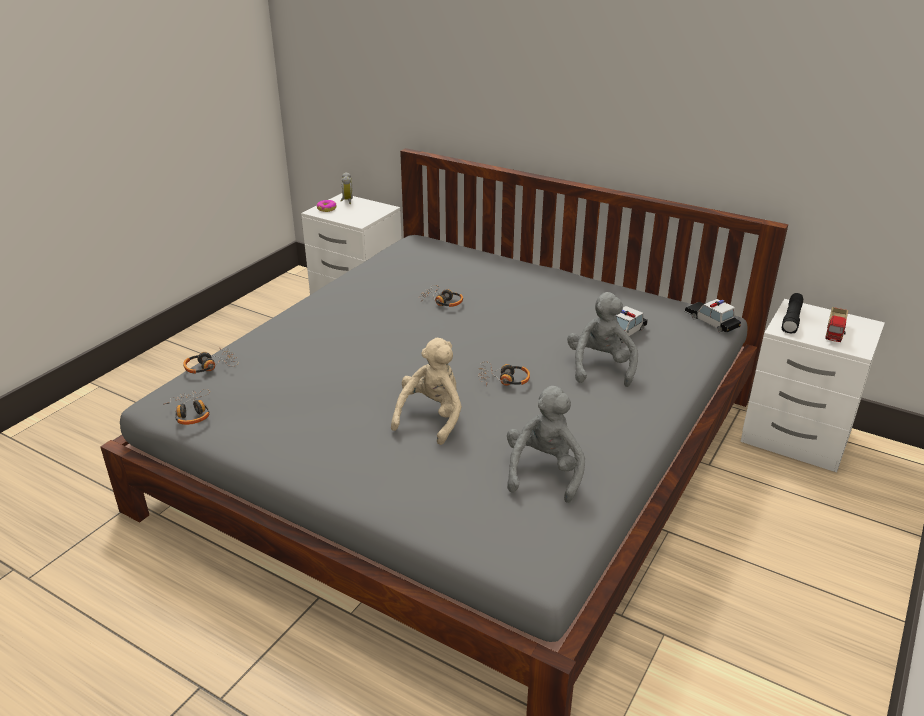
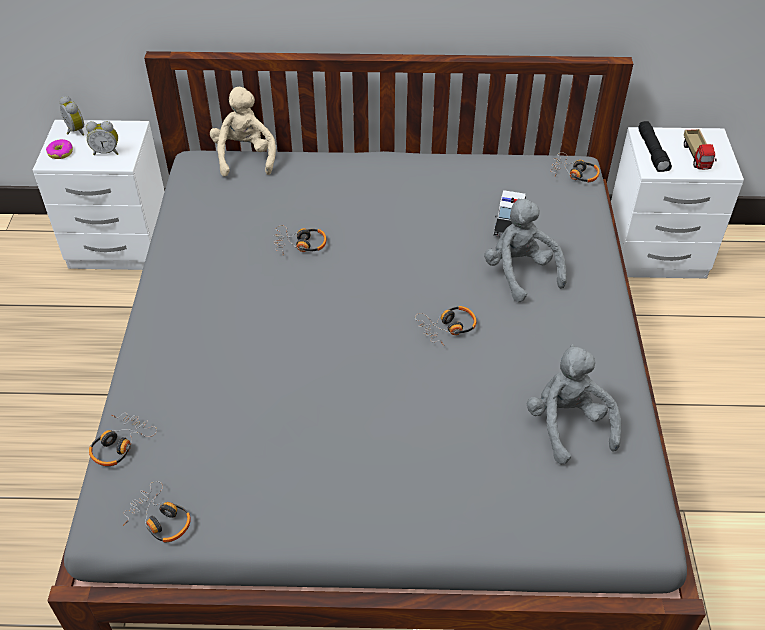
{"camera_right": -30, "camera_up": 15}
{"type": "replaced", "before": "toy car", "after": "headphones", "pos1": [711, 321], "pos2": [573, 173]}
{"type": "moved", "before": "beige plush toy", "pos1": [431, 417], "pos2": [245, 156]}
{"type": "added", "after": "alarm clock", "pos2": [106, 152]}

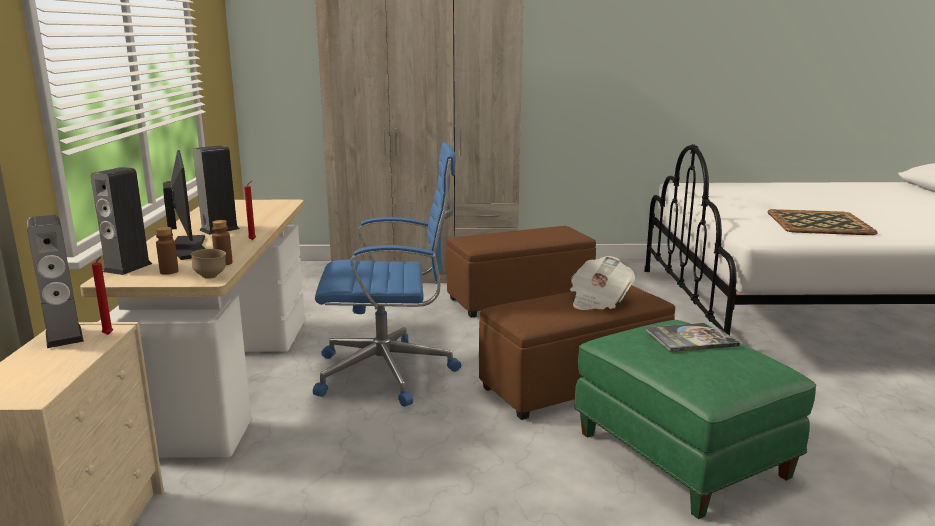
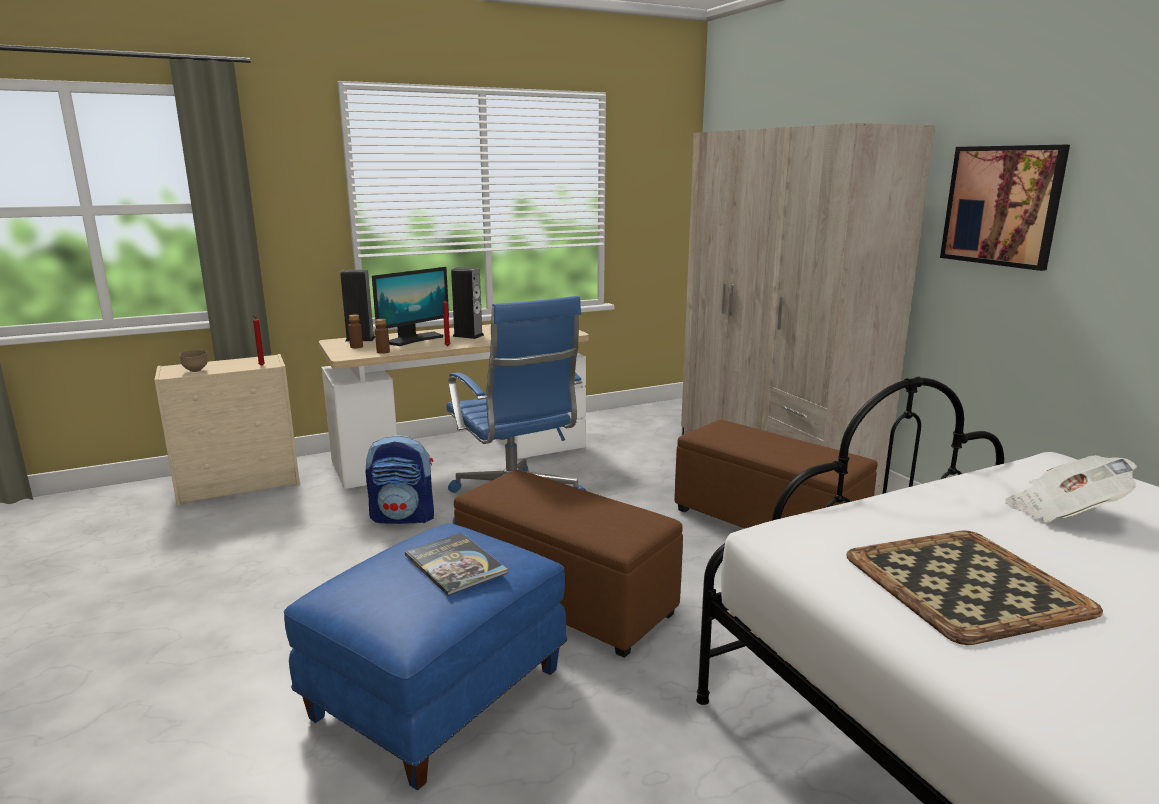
{"camera_right": 65, "camera_up": 0}
{"type": "removed", "before": "speaker", "pos1": [64, 336]}
{"type": "moved", "before": "brown bowl", "pos1": [211, 277], "pos2": [196, 371]}
{"type": "moved", "before": "newspaper", "pos1": [598, 301], "pos2": [1063, 512]}
{"type": "recoloured", "before": "green ottoman", "after": "blue ottoman", "pos1": [679, 454], "pos2": [438, 691]}
{"type": "added", "after": "picture", "pos2": [1002, 206]}
{"type": "added", "after": "backpack", "pos2": [404, 517]}

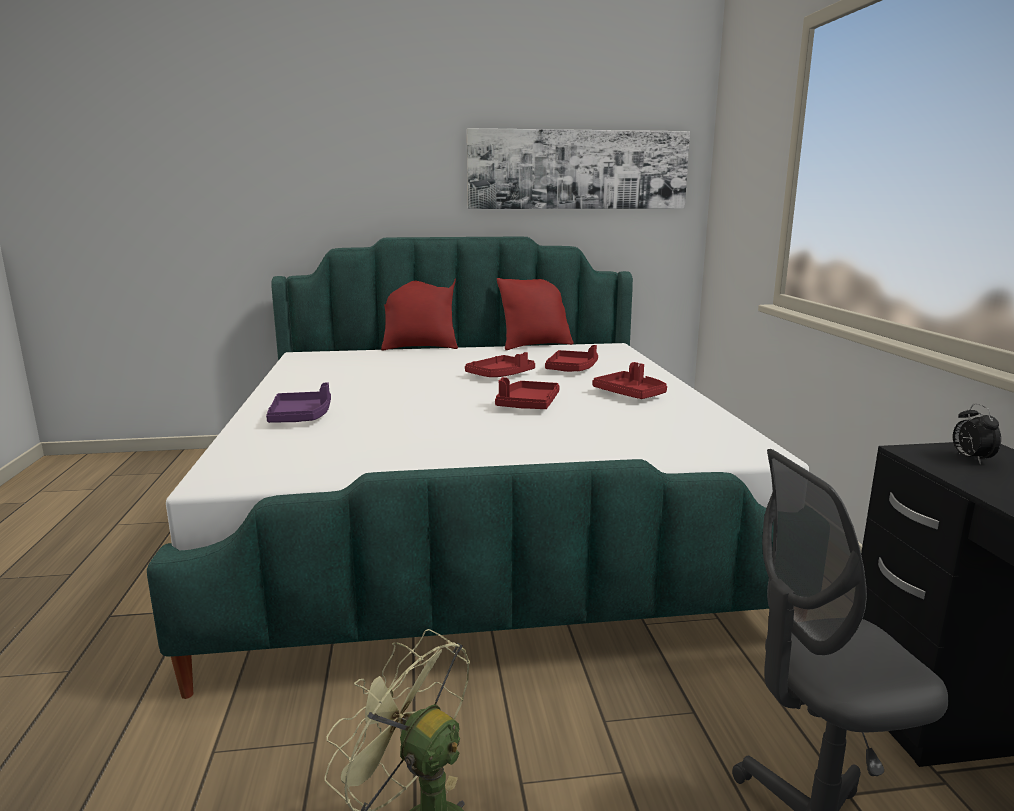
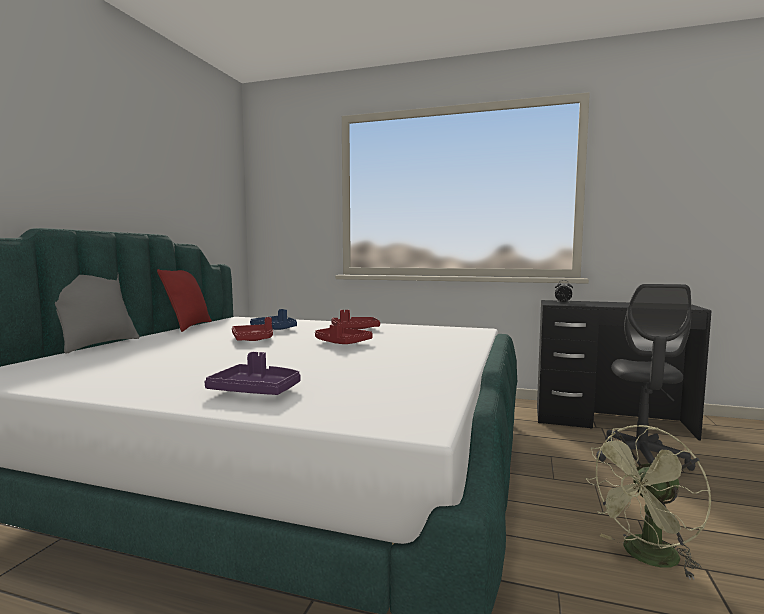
{"camera_right": -65, "camera_up": -10}
{"type": "removed", "before": "picture", "pos1": [578, 170]}
{"type": "recoloured", "before": "red pillow", "after": "grey pillow", "pos1": [420, 347], "pos2": [97, 344]}
{"type": "recoloured", "before": "red tray", "after": "blue tray", "pos1": [572, 369], "pos2": [275, 329]}

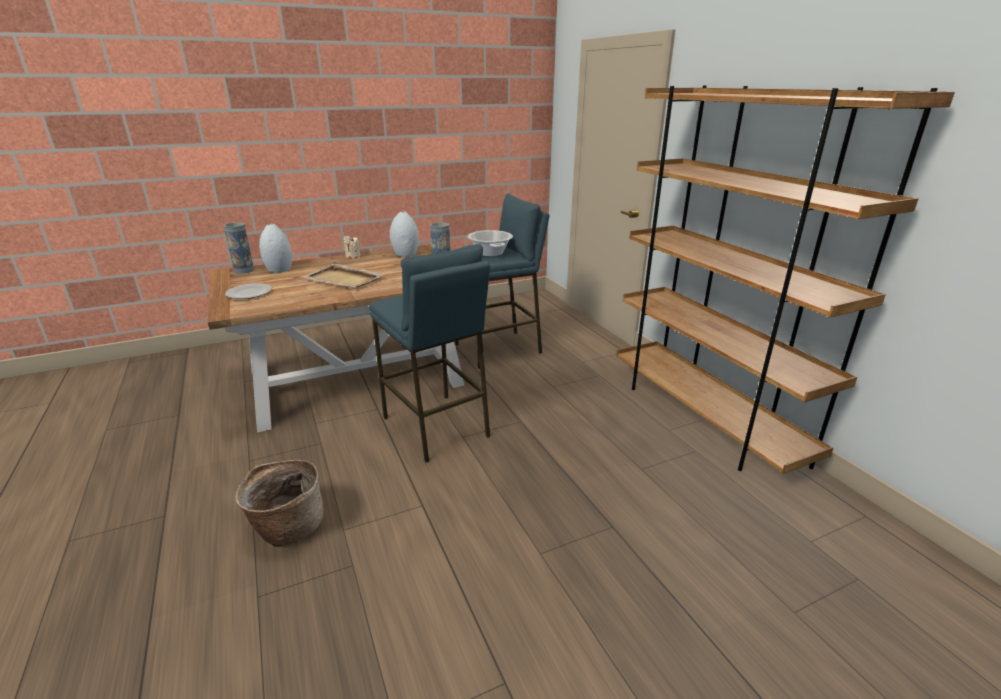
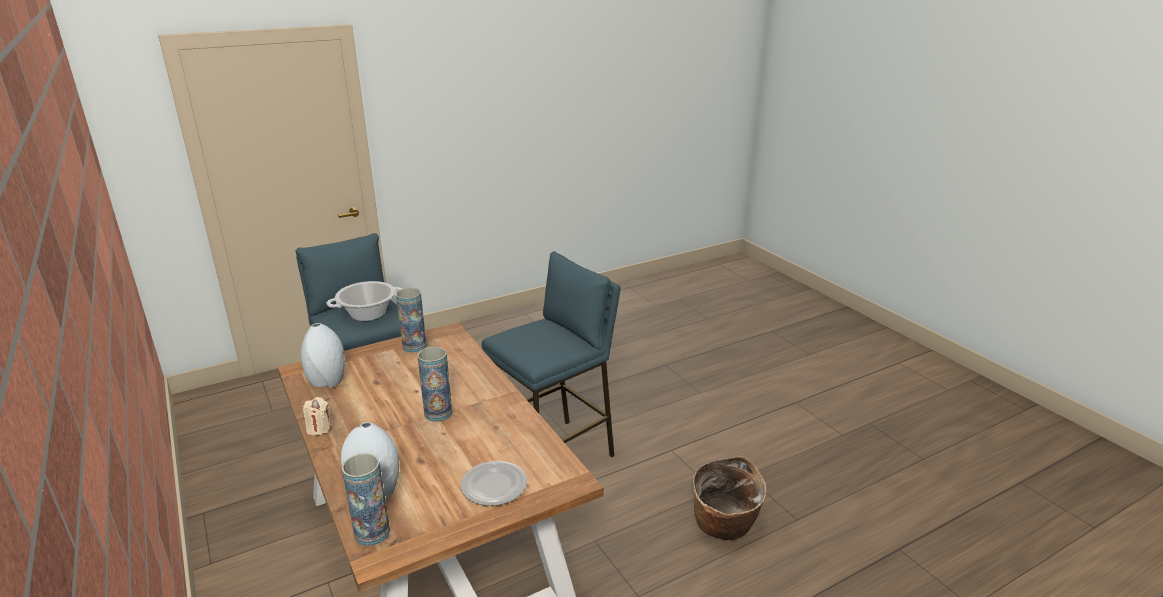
{"camera_right": -95, "camera_up": 0}
{"type": "removed", "before": "brown bookcase", "pos1": [704, 418]}
{"type": "replaced", "before": "beige tray", "after": "vase", "pos1": [344, 279], "pos2": [438, 413]}

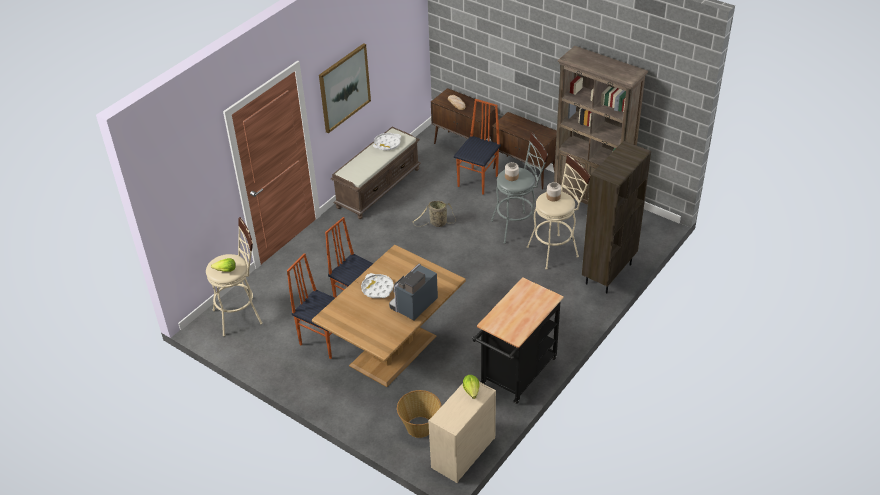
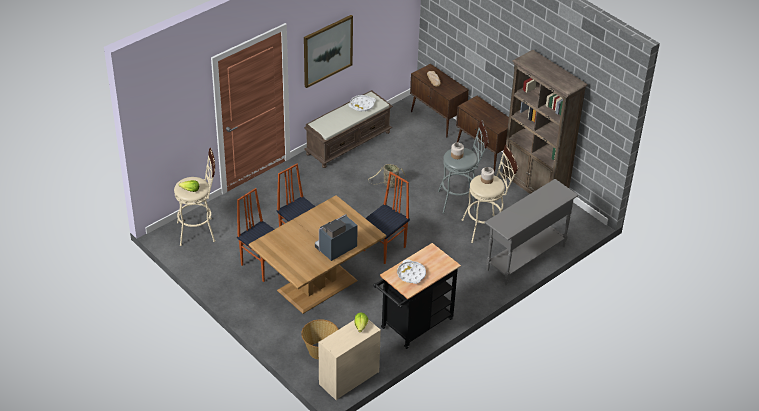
{"camera_right": 10, "camera_up": 0}
{"type": "moved", "before": "chair", "pos1": [478, 181], "pos2": [385, 249]}
{"type": "replaced", "before": "brown bookcase", "after": "grey console table", "pos1": [609, 274], "pos2": [525, 258]}
{"type": "moved", "before": "white tray", "pos1": [377, 288], "pos2": [411, 274]}

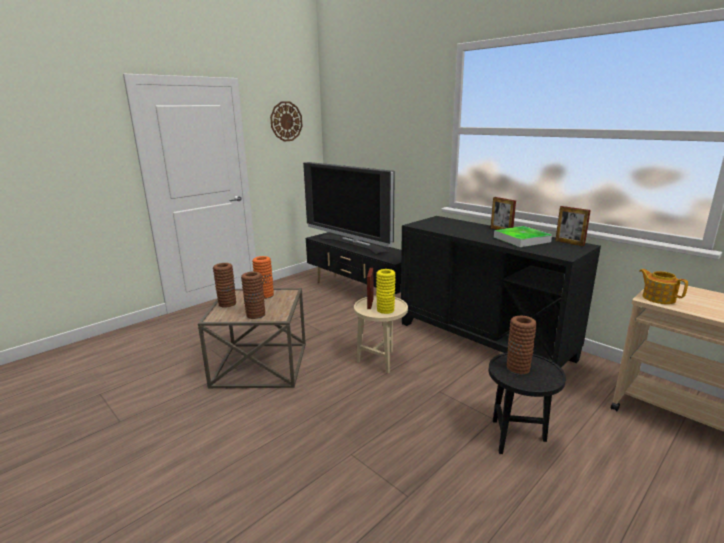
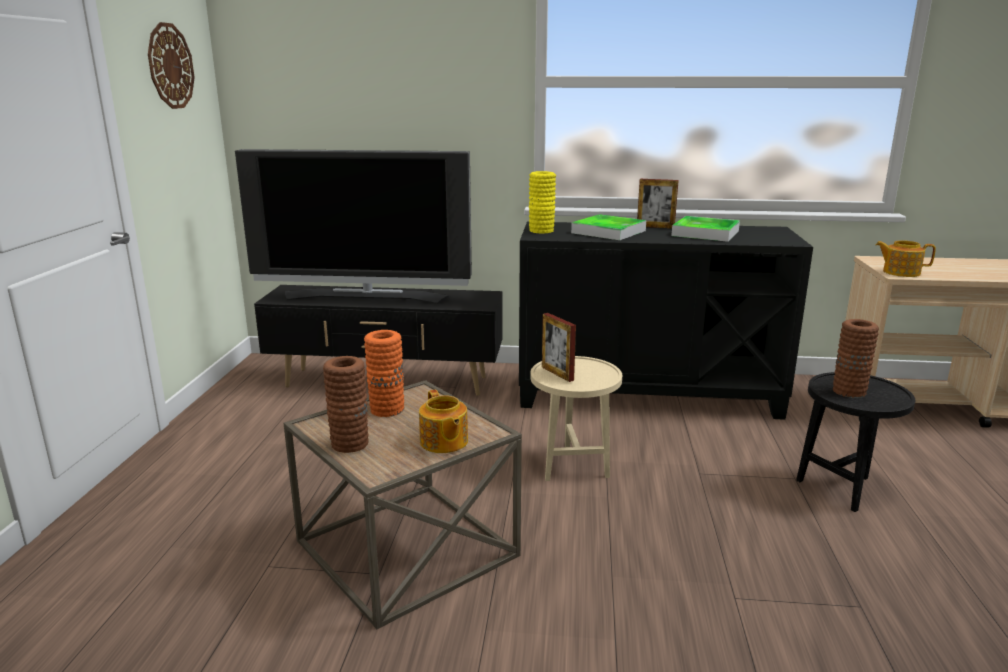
{"camera_right": -40, "camera_up": 0}
{"type": "removed", "before": "picture frame", "pos1": [569, 243]}
{"type": "moved", "before": "yellow vase", "pos1": [385, 310], "pos2": [541, 231]}
{"type": "replaced", "before": "brown vase", "after": "teapot", "pos1": [255, 315], "pos2": [443, 442]}
{"type": "added", "after": "tray", "pos2": [608, 232]}

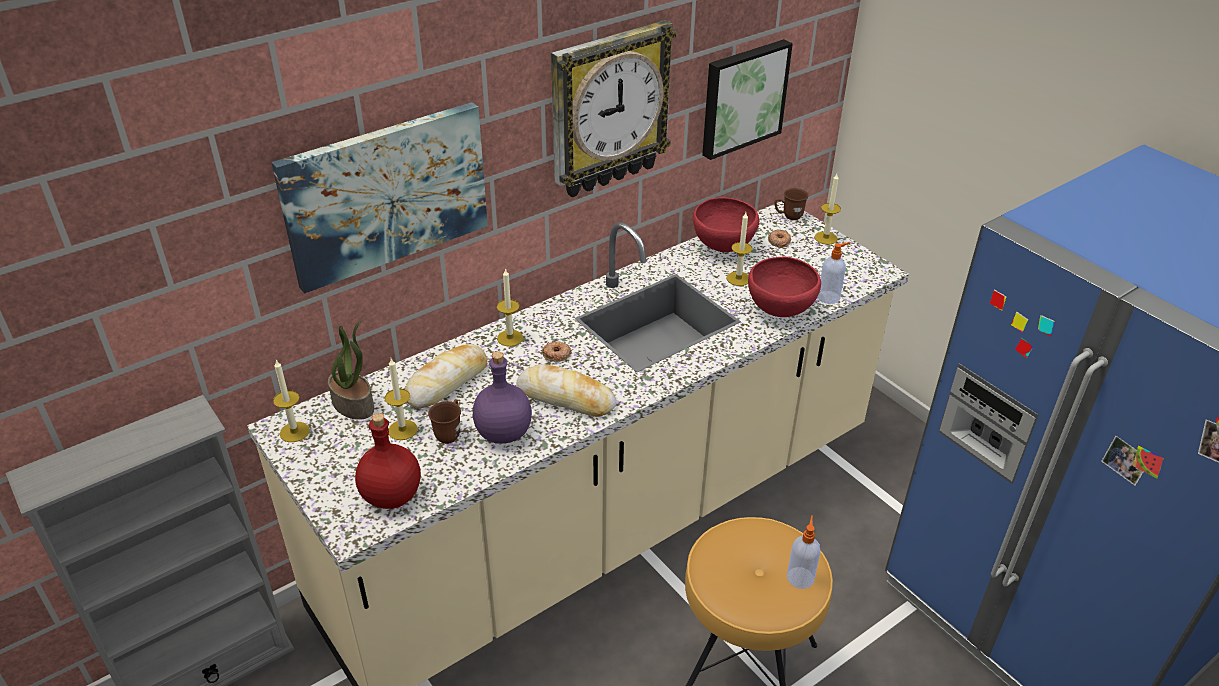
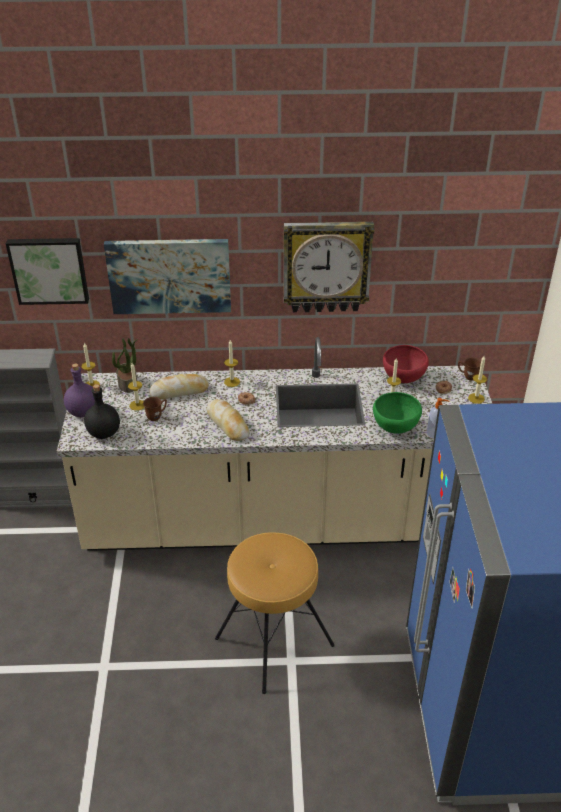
{"camera_right": 35, "camera_up": 0}
{"type": "moved", "before": "picture", "pos1": [742, 97], "pos2": [49, 269]}
{"type": "recoloured", "before": "red bowl", "after": "green bowl", "pos1": [780, 311], "pos2": [395, 428]}
{"type": "moved", "before": "purple bottle", "pos1": [504, 432], "pos2": [84, 412]}
{"type": "recoloured", "before": "red bottle", "after": "black bottle", "pos1": [392, 496], "pos2": [104, 433]}
{"type": "removed", "before": "soap dispenser", "pos1": [800, 577]}

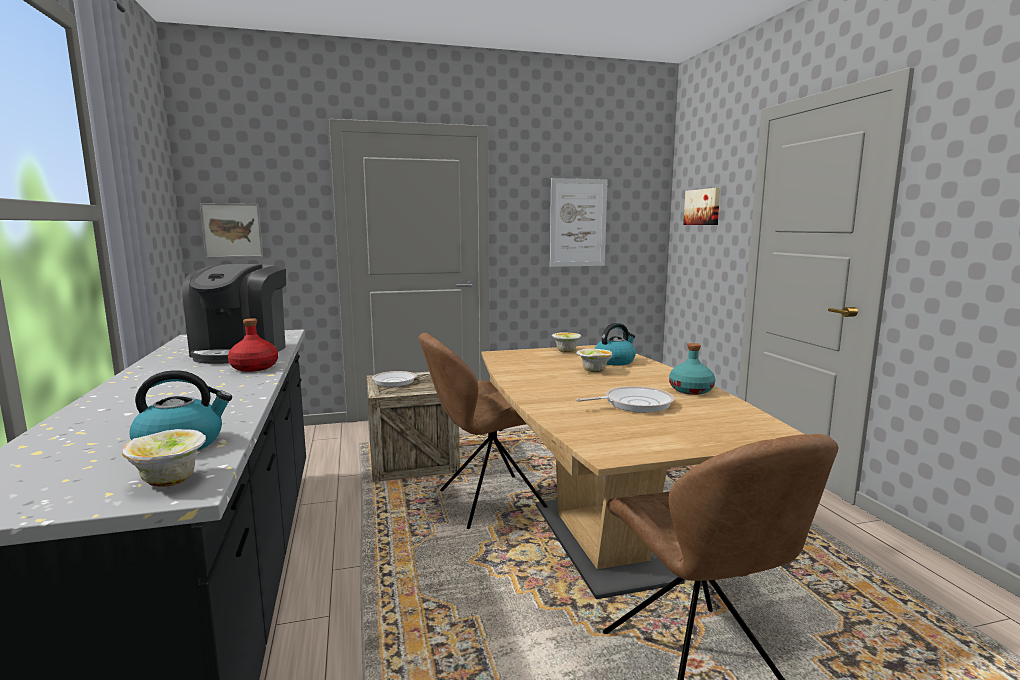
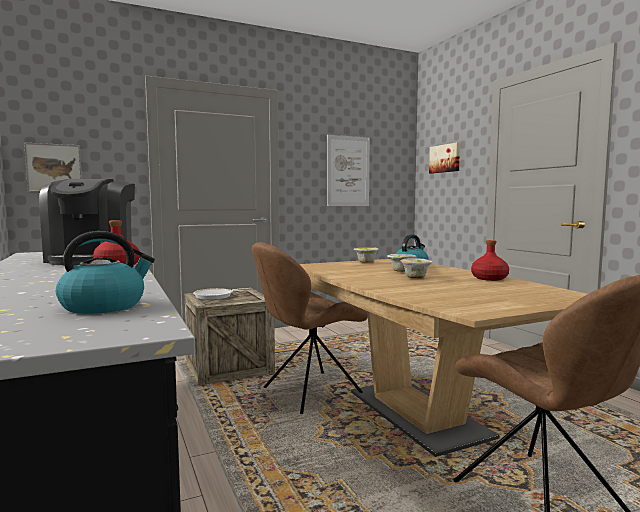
{"camera_right": -10, "camera_up": -5}
{"type": "recoloured", "before": "turquoise bottle", "after": "red bottle", "pos1": [691, 390], "pos2": [489, 278]}
{"type": "removed", "before": "frying pan", "pos1": [634, 404]}
{"type": "moved", "before": "bowl", "pos1": [171, 481], "pos2": [415, 278]}

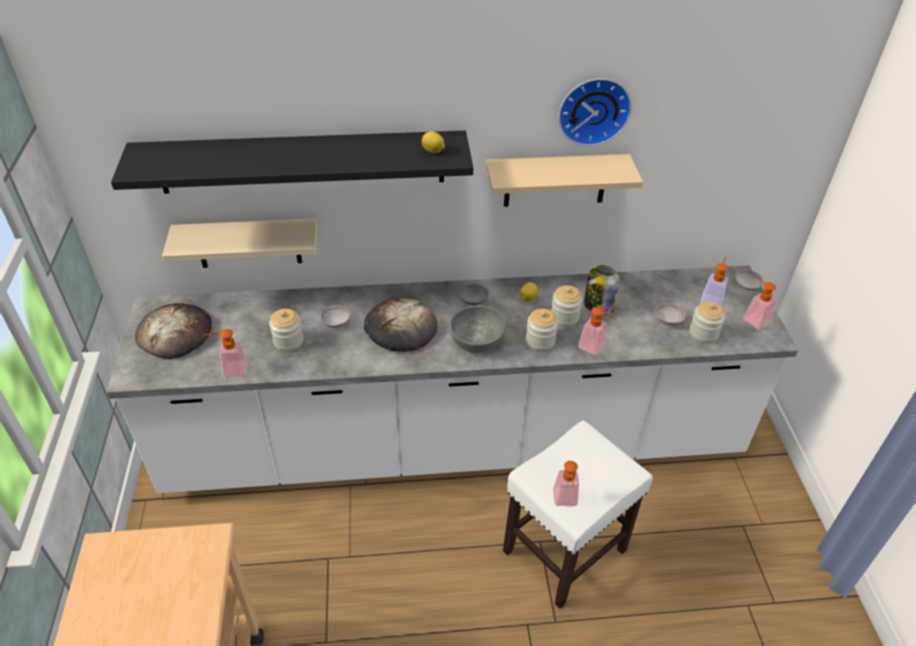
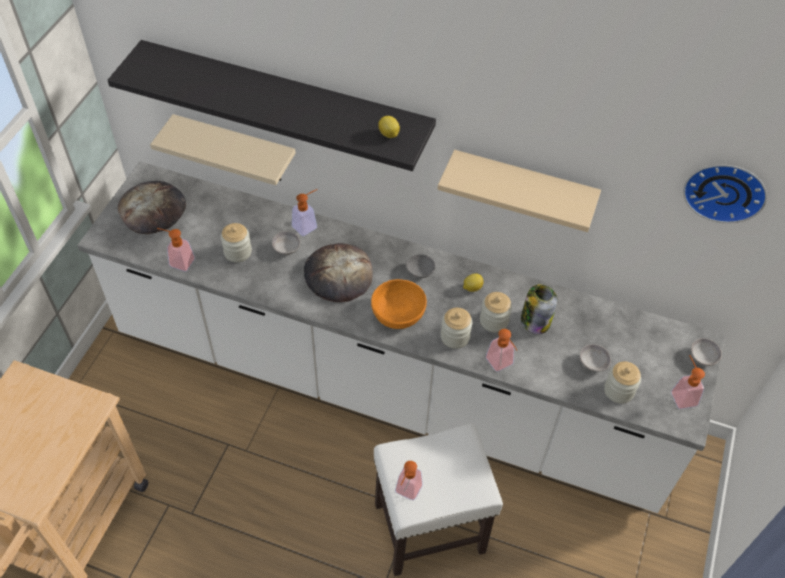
{"camera_right": 25, "camera_up": 10}
{"type": "moved", "before": "wall clock", "pos1": [593, 110], "pos2": [725, 189]}
{"type": "moved", "before": "soap dispenser", "pos1": [712, 299], "pos2": [308, 225]}
{"type": "recoloured", "before": "grey bowl", "after": "orange bowl", "pos1": [477, 340], "pos2": [398, 313]}

